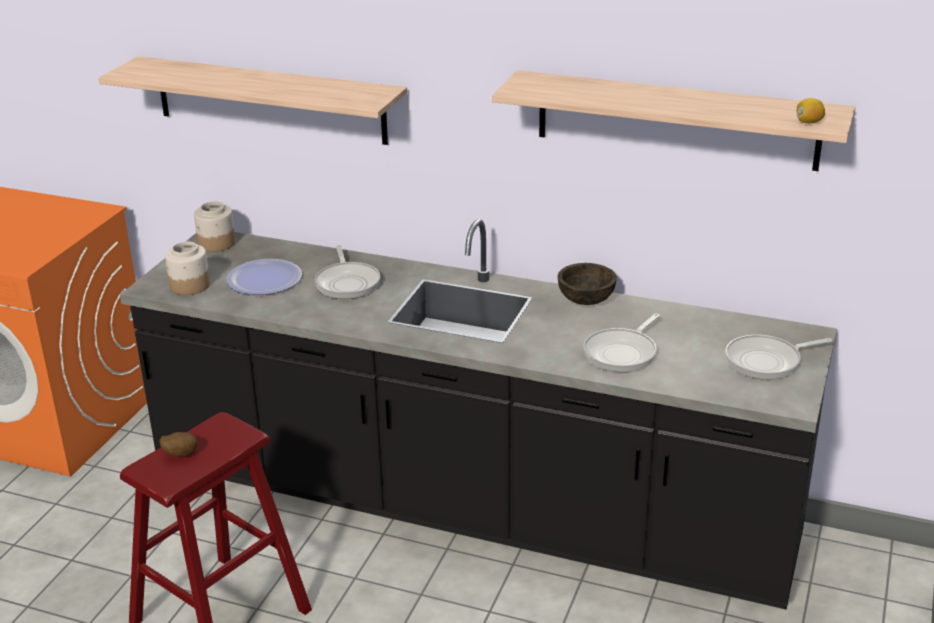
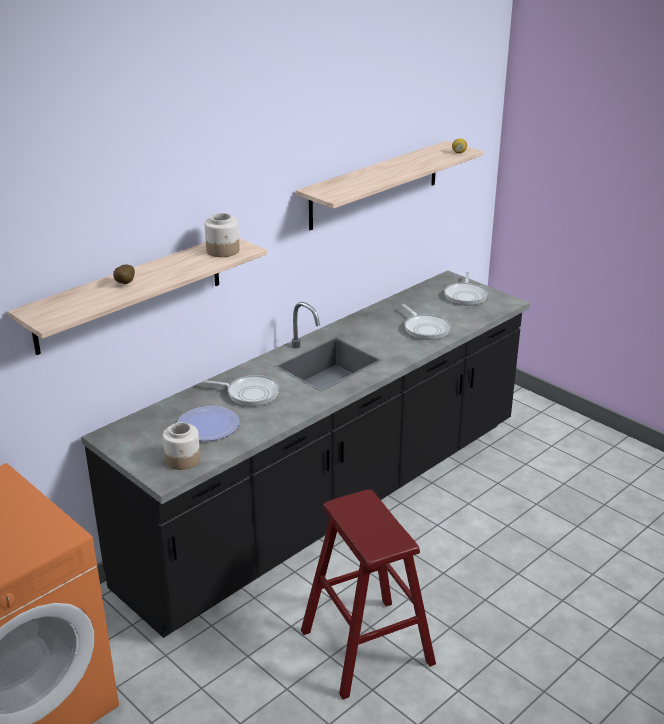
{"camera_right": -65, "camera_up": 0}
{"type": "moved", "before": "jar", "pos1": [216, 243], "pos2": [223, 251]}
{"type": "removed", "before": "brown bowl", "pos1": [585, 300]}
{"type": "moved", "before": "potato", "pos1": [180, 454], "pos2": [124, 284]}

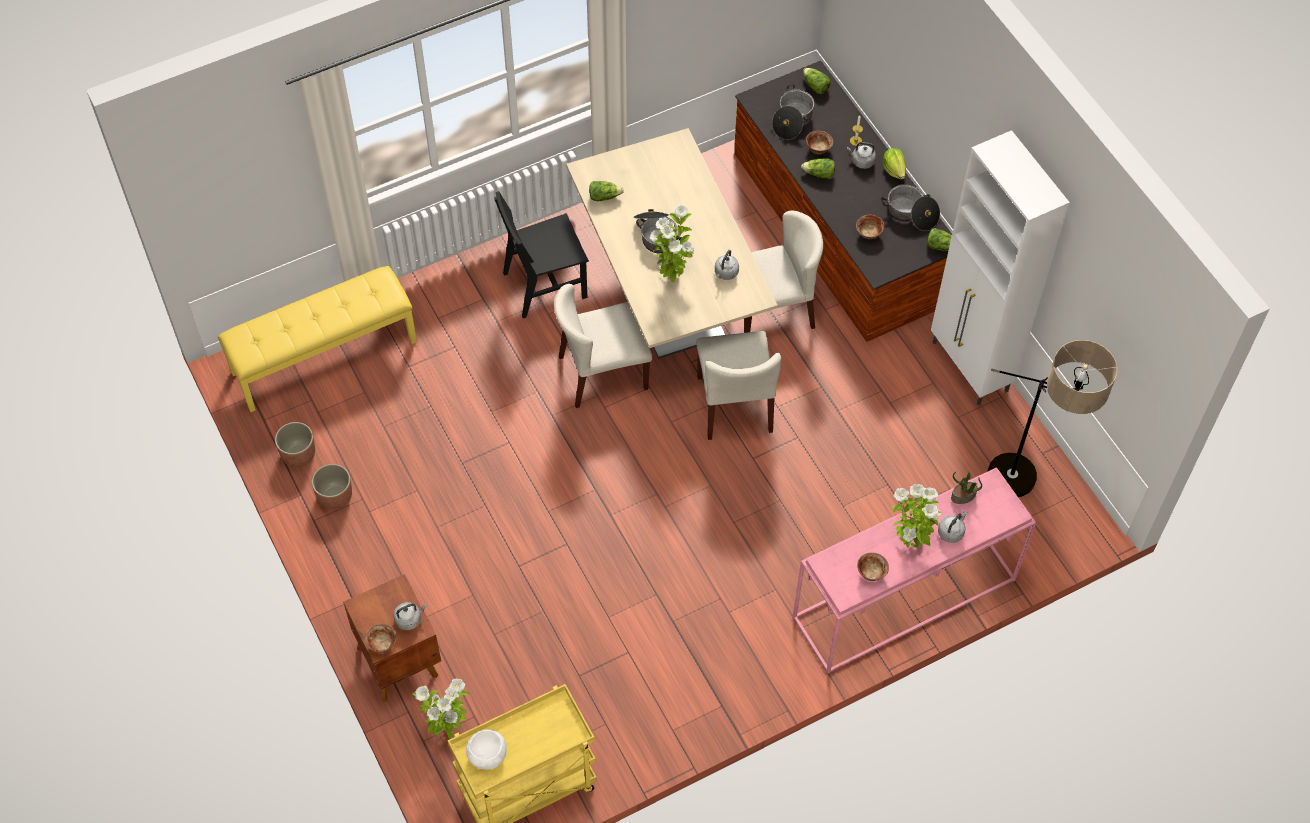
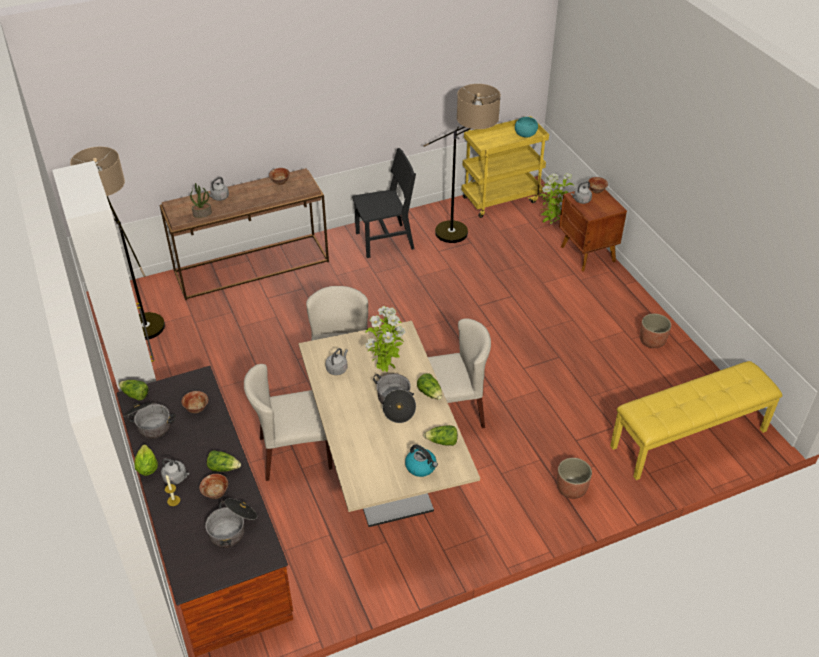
{"camera_right": -175, "camera_up": -15}
{"type": "moved", "before": "lettuce", "pos1": [815, 86], "pos2": [430, 393]}
{"type": "moved", "before": "black chair", "pos1": [544, 285], "pos2": [385, 241]}
{"type": "moved", "before": "planter", "pos1": [298, 455], "pos2": [571, 488]}
{"type": "recoloured", "before": "pink console table", "after": "brown console table", "pos1": [904, 600], "pos2": [252, 266]}
{"type": "removed", "before": "potted plant", "pos1": [910, 543]}
{"type": "recoloured", "before": "white bowl", "after": "turquoise bowl", "pos1": [487, 755], "pos2": [525, 134]}
{"type": "added", "after": "floor lamp", "pos2": [461, 238]}
{"type": "added", "after": "kettle", "pos2": [421, 467]}

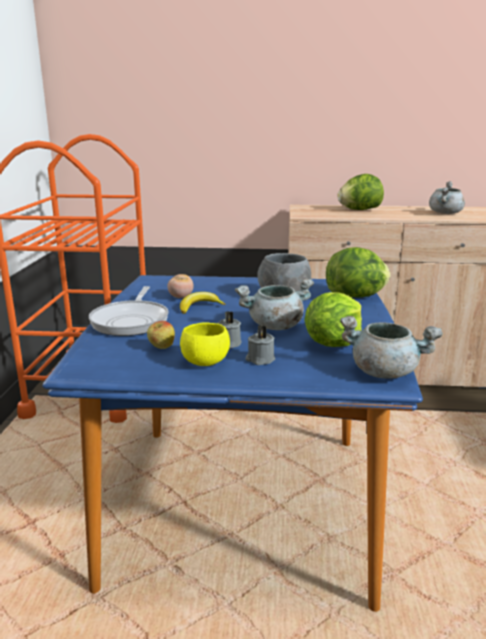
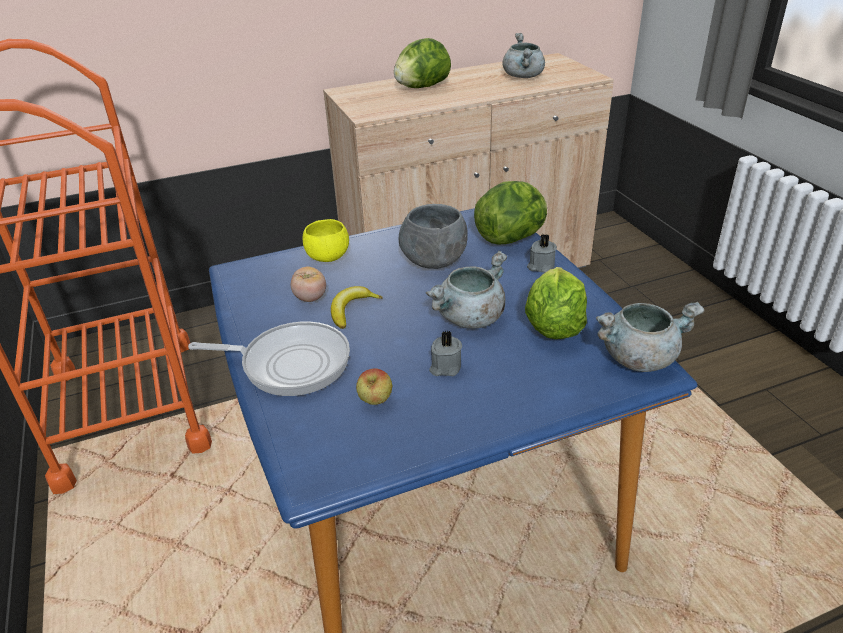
{"camera_right": -25, "camera_up": 15}
{"type": "turned", "before": "frying pan", "pos1": [131, 321], "pos2": [290, 363], "turn": -60}
{"type": "moved", "before": "yellow bowl", "pos1": [205, 362], "pos2": [328, 257]}
{"type": "moved", "before": "grey candle", "pos1": [260, 359], "pos2": [540, 266]}

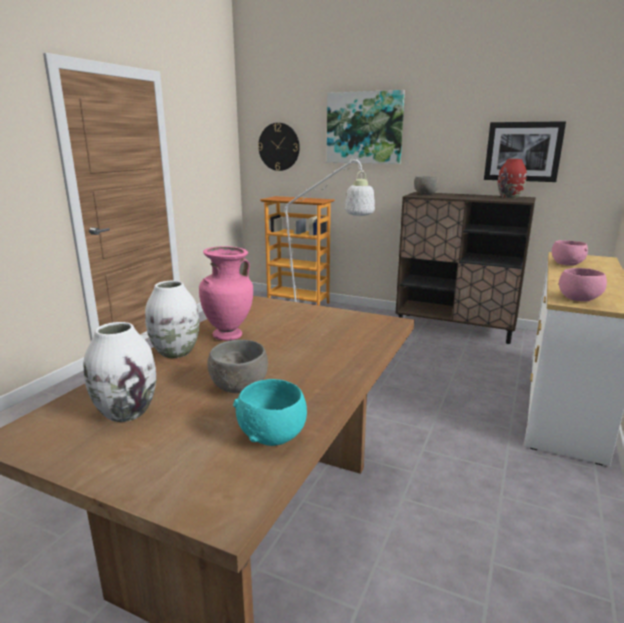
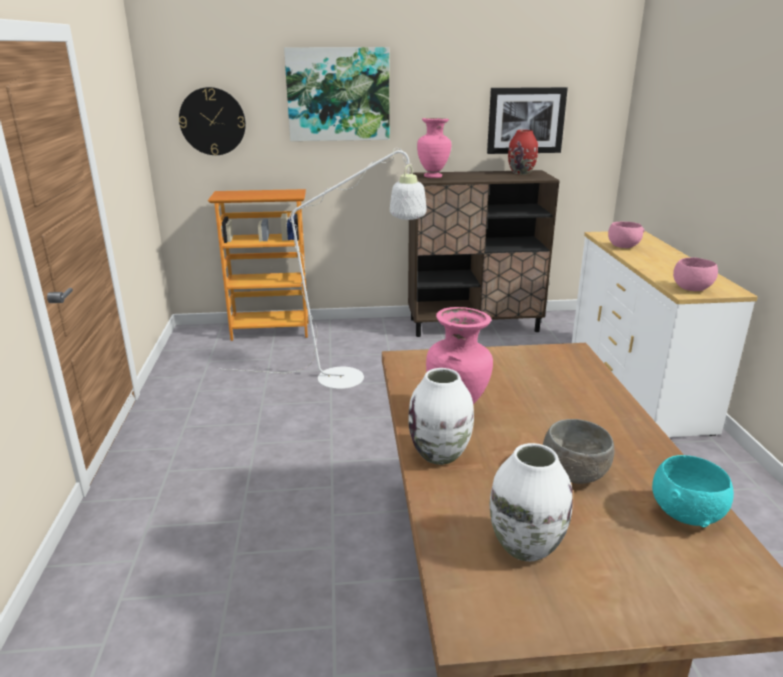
{"camera_right": -30, "camera_up": 5}
{"type": "replaced", "before": "grey bowl", "after": "pink vase", "pos1": [426, 194], "pos2": [433, 177]}

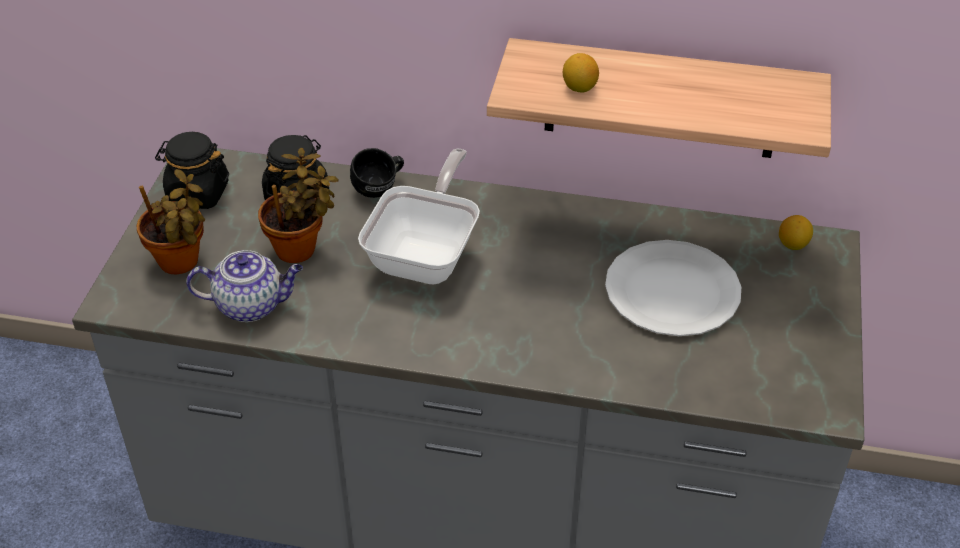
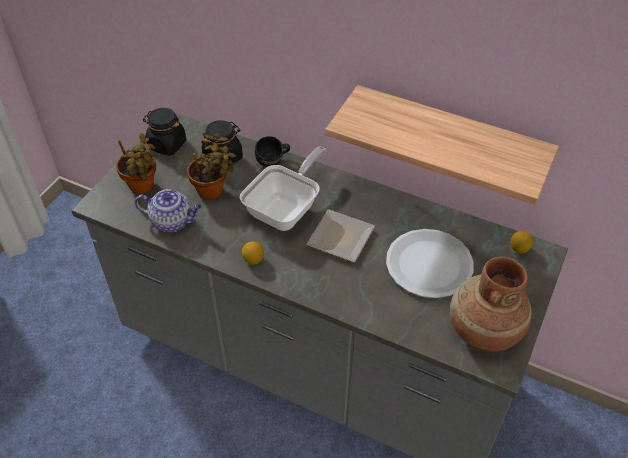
{"camera_right": 15, "camera_up": 5}
{"type": "moved", "before": "lemon", "pos1": [579, 88], "pos2": [253, 260]}
{"type": "added", "after": "plate", "pos2": [341, 240]}
{"type": "added", "after": "brown vase", "pos2": [483, 330]}

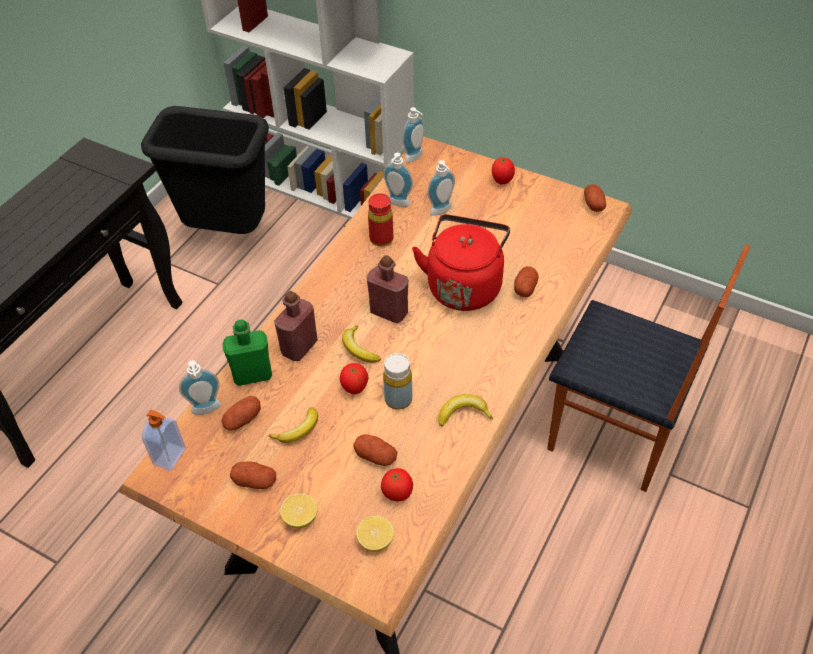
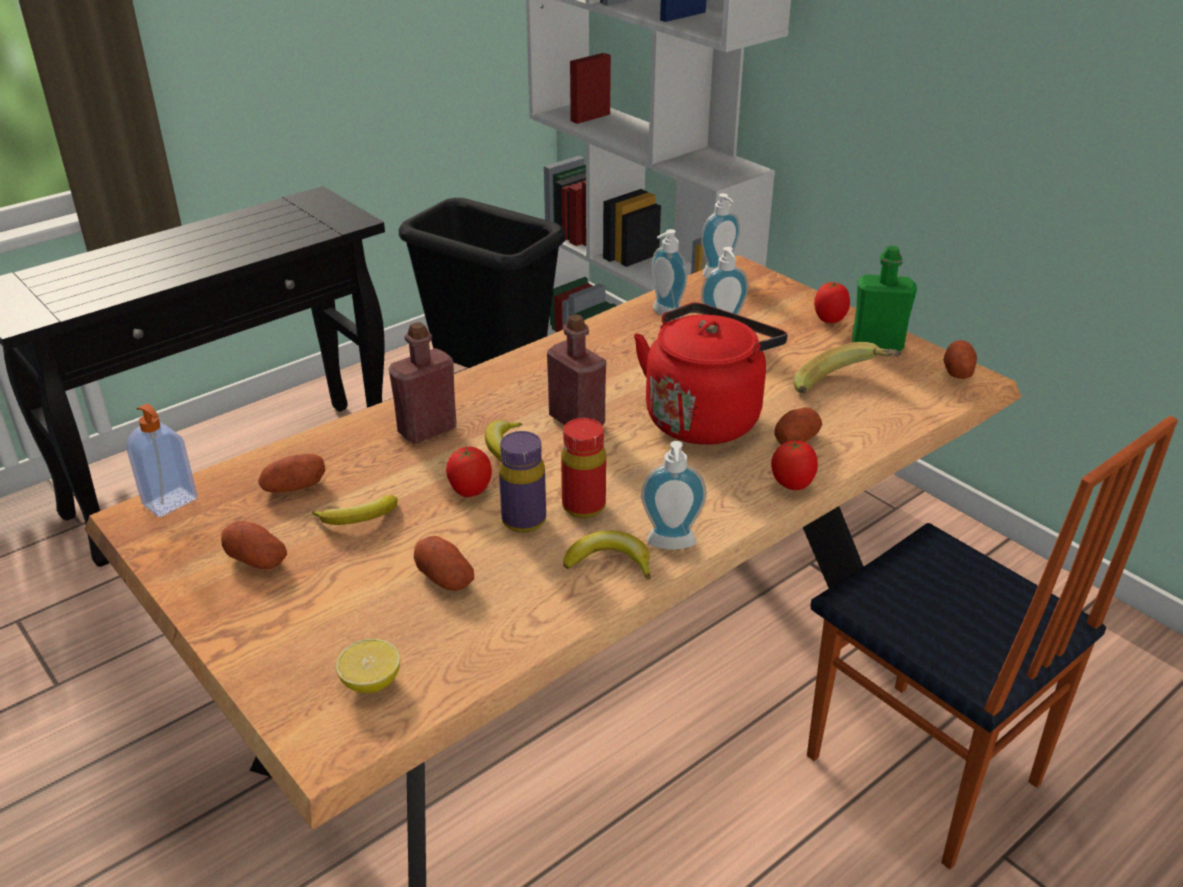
{"camera_right": 20, "camera_up": -15}
{"type": "moved", "before": "red bottle", "pos1": [381, 239], "pos2": [583, 506]}
{"type": "moved", "before": "green bottle", "pos1": [252, 375], "pos2": [877, 345]}
{"type": "recoloured", "before": "yellow bottle", "after": "purple bottle", "pos1": [398, 399], "pos2": [524, 520]}
{"type": "moved", "before": "soap dispenser", "pos1": [207, 411], "pos2": [671, 546]}
{"type": "moved", "before": "tomato", "pos1": [397, 494], "pos2": [792, 485]}
{"type": "removed", "before": "lemon", "pos1": [300, 518]}
{"type": "added", "after": "banana", "pos2": [844, 389]}

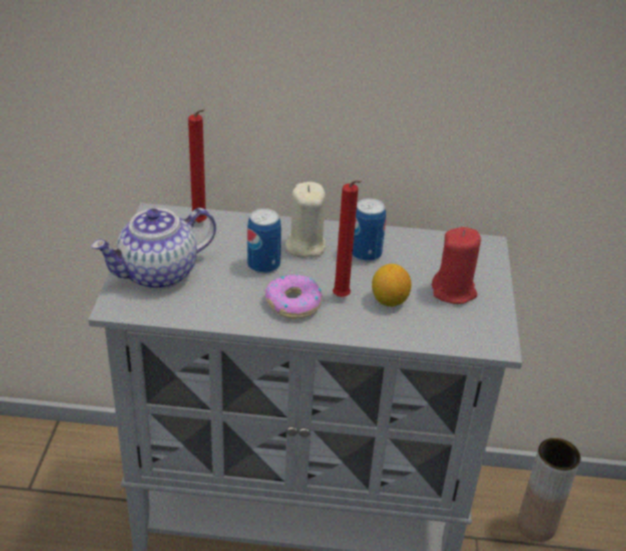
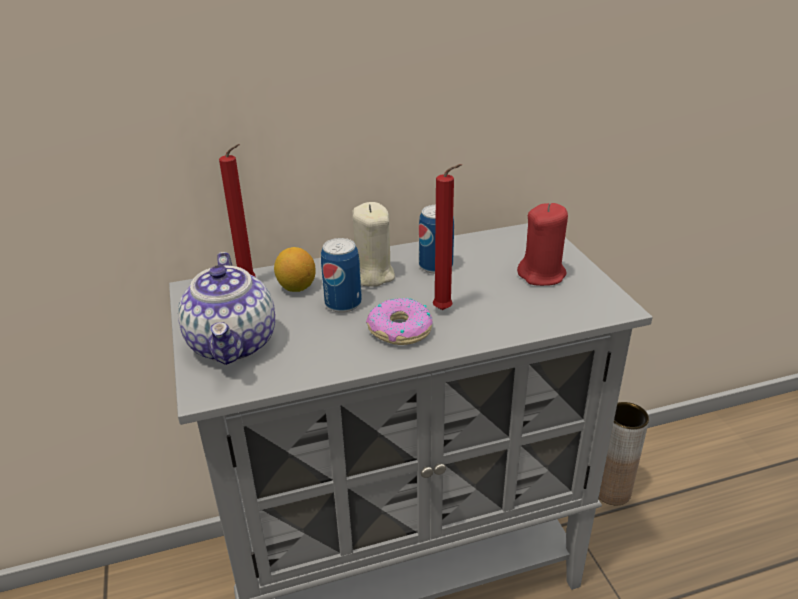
{"camera_right": -20, "camera_up": -5}
{"type": "turned", "before": "teapot", "pos1": [158, 274], "pos2": [234, 344], "turn": -45}
{"type": "moved", "before": "lemon", "pos1": [389, 301], "pos2": [296, 287]}

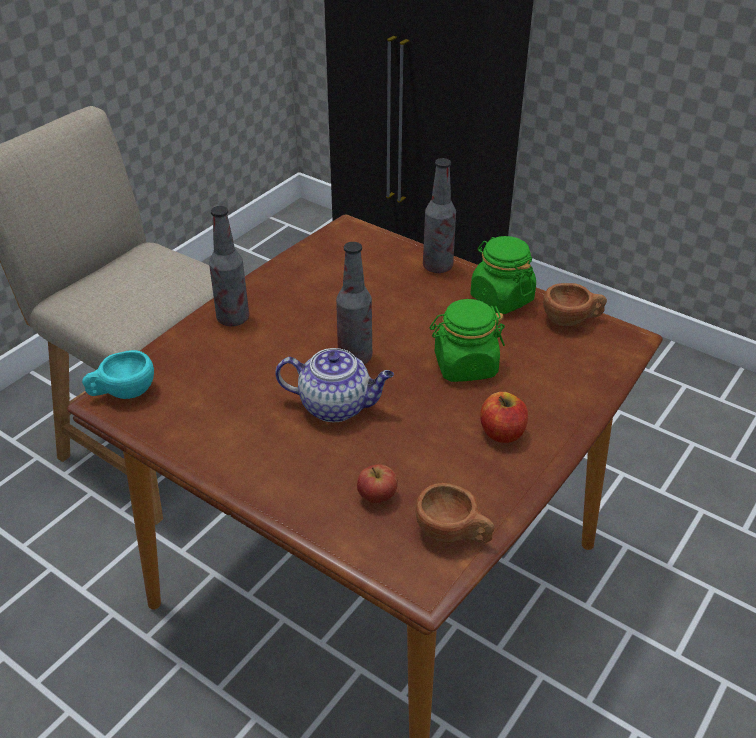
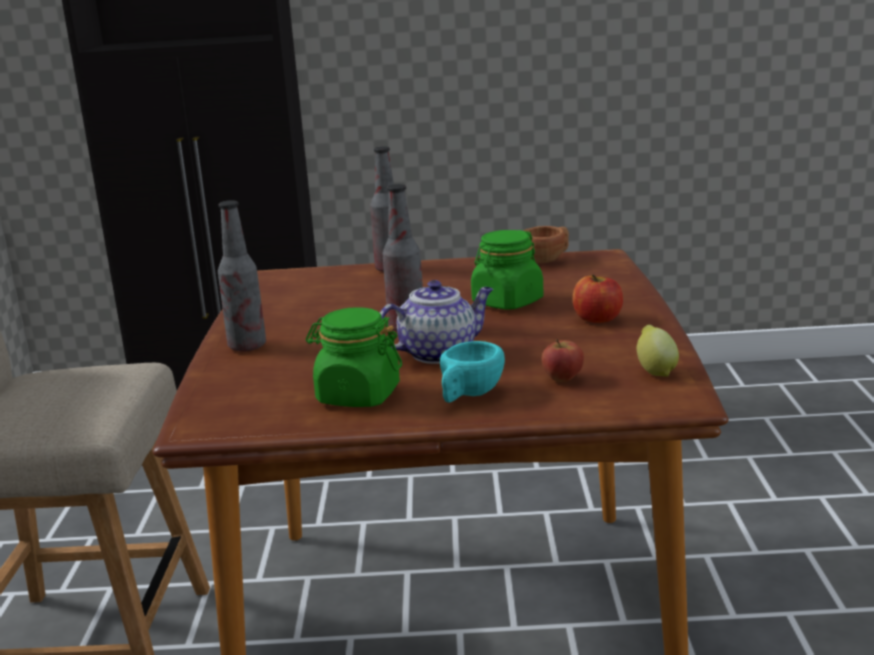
{"camera_right": -35, "camera_up": -20}
{"type": "moved", "before": "green jar", "pos1": [501, 298], "pos2": [358, 396]}
{"type": "moved", "before": "turquoise cup", "pos1": [122, 393], "pos2": [468, 395]}
{"type": "replaced", "before": "brown cup", "after": "lemon", "pos1": [453, 534], "pos2": [655, 371]}

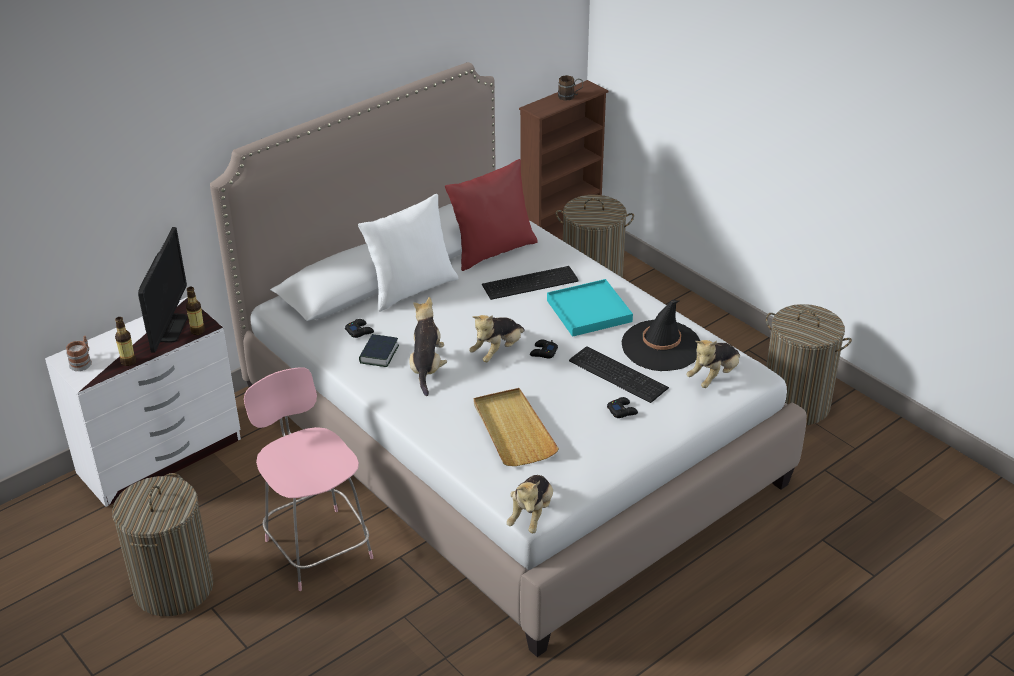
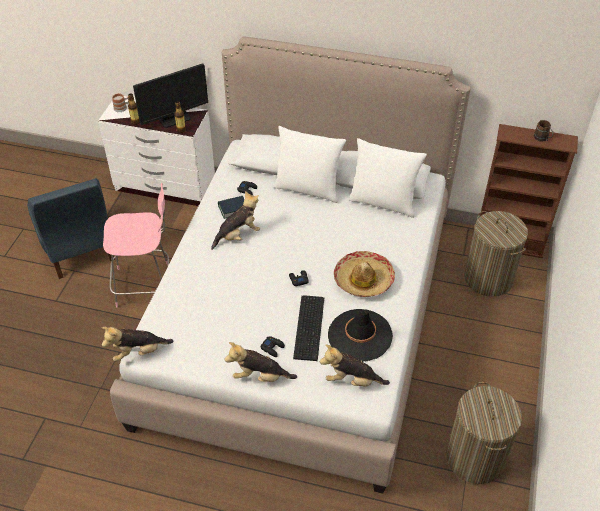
{"camera_right": 55, "camera_up": 10}
{"type": "recoloured", "before": "red pillow", "after": "white pillow", "pos1": [492, 251], "pos2": [383, 202]}
{"type": "removed", "before": "keyboard", "pos1": [528, 282]}
{"type": "replaced", "before": "turquoise tray", "after": "hat", "pos1": [589, 311], "pos2": [363, 280]}
{"type": "moved", "before": "plush toy", "pos1": [497, 351], "pos2": [260, 376]}
{"type": "turned", "before": "pink chair", "pos1": [317, 546], "pos2": [145, 285], "turn": 60}
{"type": "removed", "before": "beige tray", "pos1": [513, 430]}
{"type": "replaced", "before": "laundry basket", "after": "blue chair", "pos1": [174, 587], "pos2": [78, 248]}

